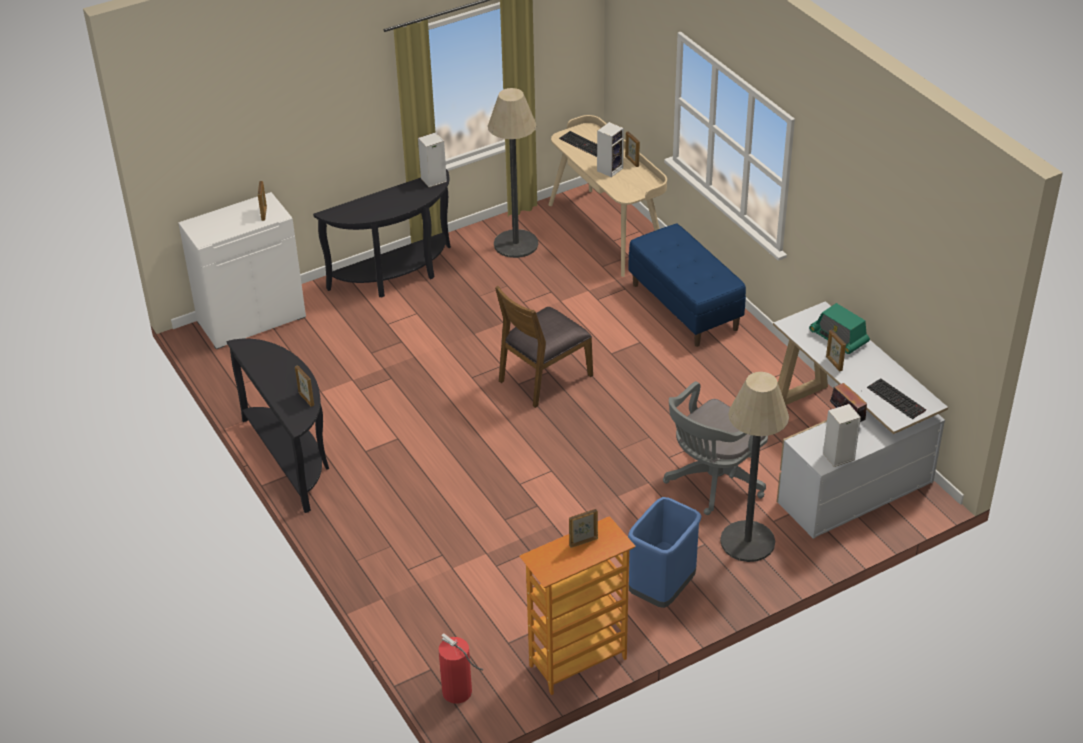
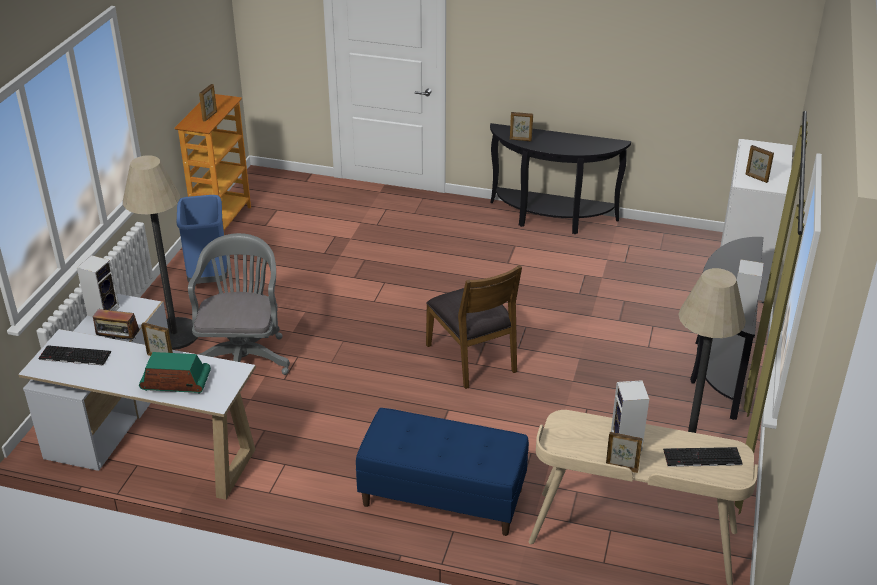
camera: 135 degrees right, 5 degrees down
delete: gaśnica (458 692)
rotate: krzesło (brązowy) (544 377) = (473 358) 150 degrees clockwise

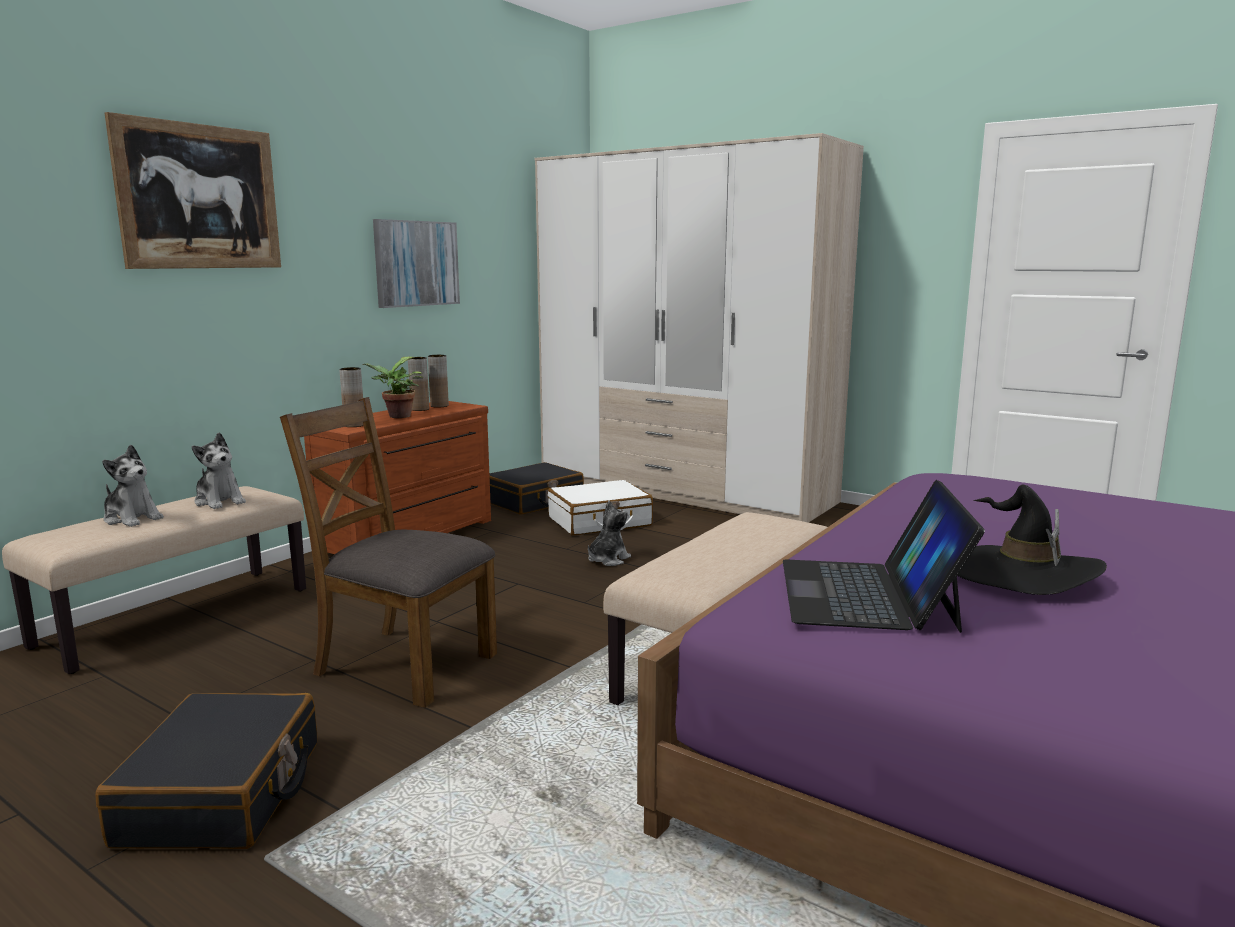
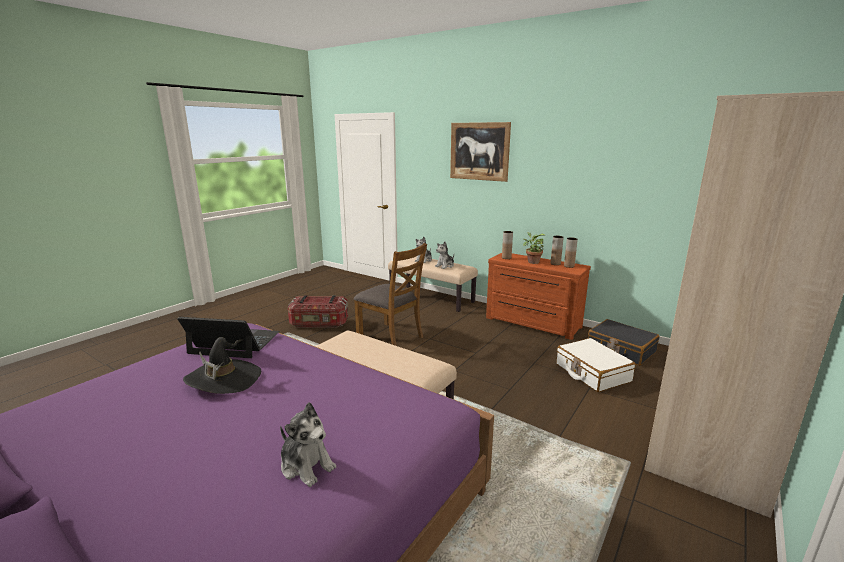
camera: 90 degrees right, 5 degrees up
delete: obraz (416 263)
move: pluszak (607 560) to (306 465)
replace: walizka (czarny) (223 793) to pojemnik do przechowywania (319 323)
rotate: krzesło (brązowy) (403 664) = (391 336) 105 degrees clockwise

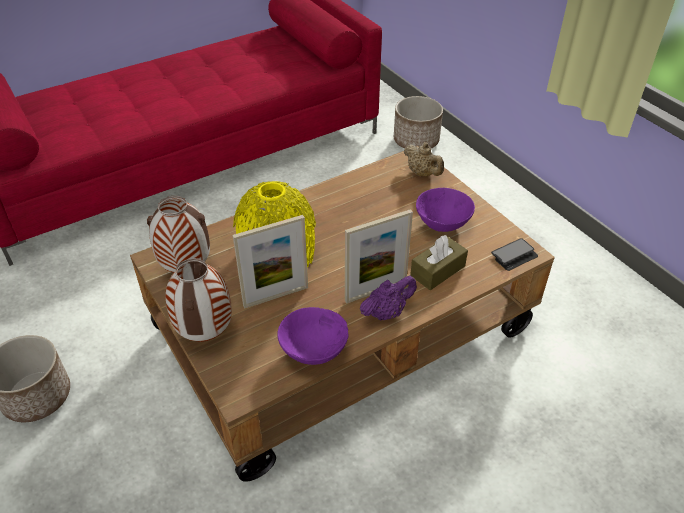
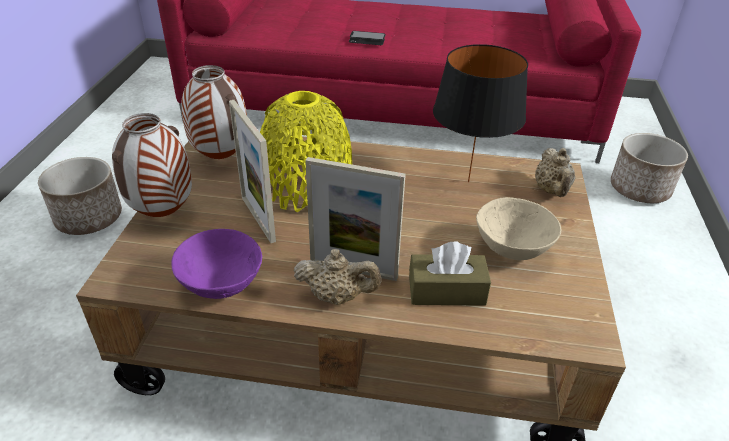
camera: 40 degrees right, 5 degrees down
insert: lampa stołowa (czarny) (469 182)
move: telefon (514 255) to (367 39)
recolor: miska (fioletowy) (442 224) to miska (beżowy) (513 249); imbryk (fioletowy) (386 312) to imbryk (beżowy) (337 296)
rotate: ramka na zdjęcie (276 296) = (258 219) 45 degrees clockwise

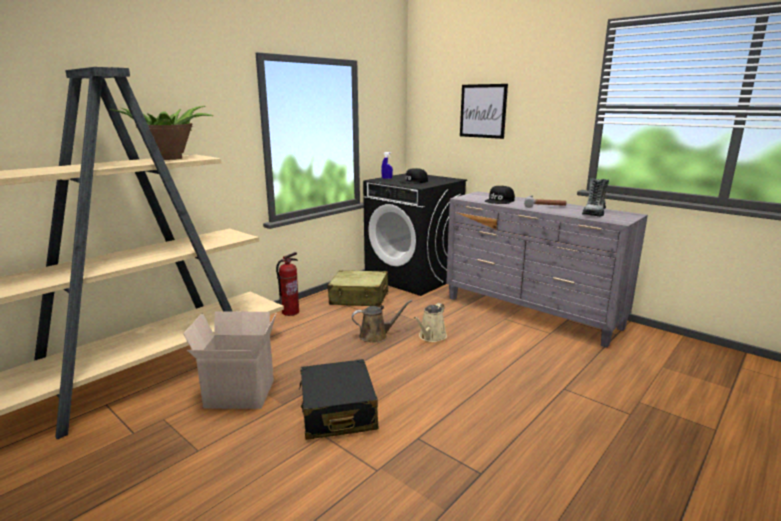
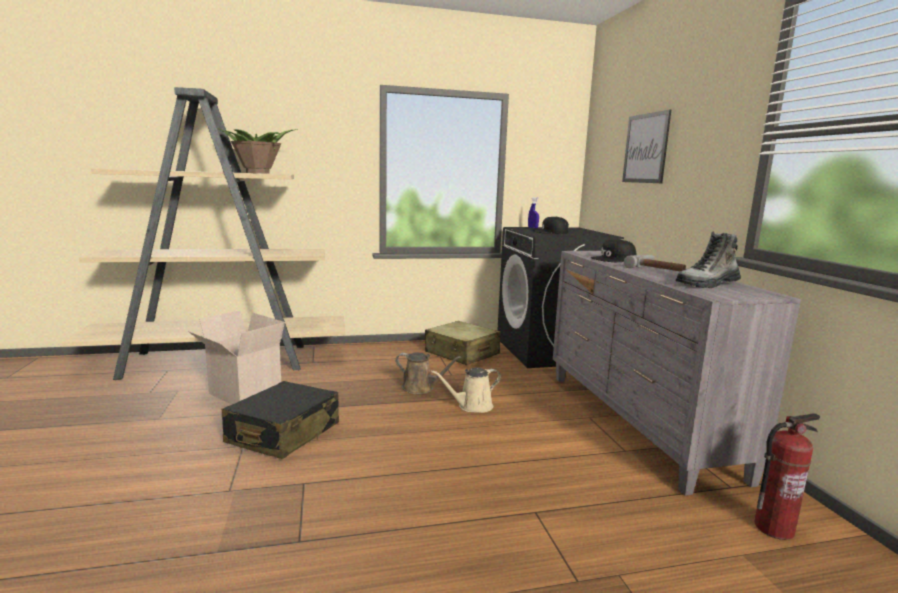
camera: 35 degrees right, 5 degrees down
move: gaśnica (290 312) to (773 528)

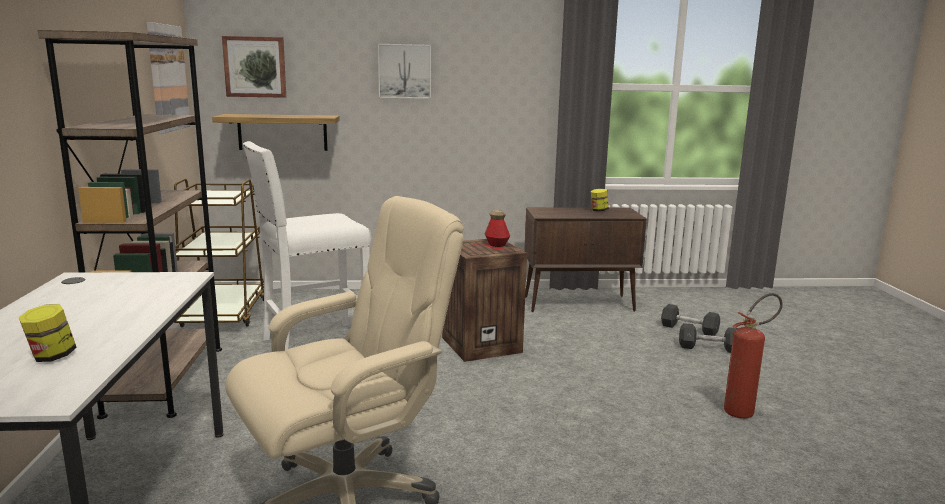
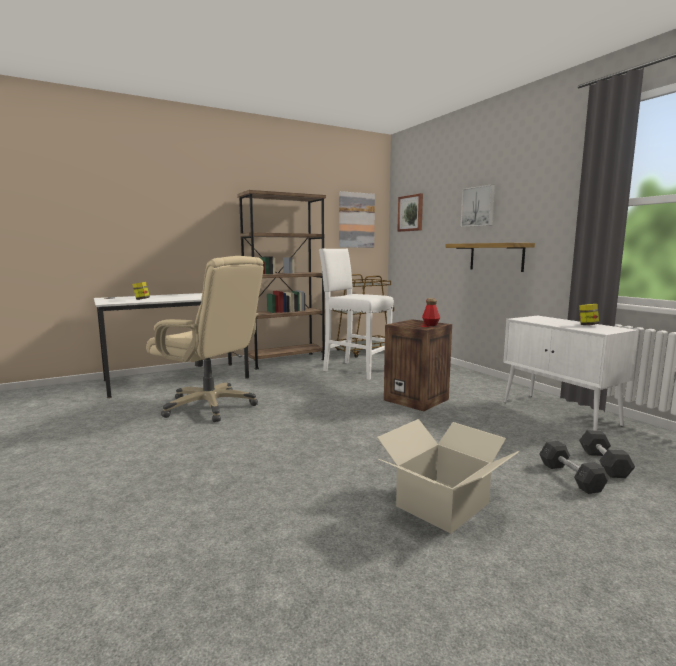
camera: 65 degrees right, 5 degrees down
move: półka (282 132) to (496 257)
replace: gaśnica (744 411) to karton (441 504)
recolor: szafka (brązowy) (579 304) to szafka (biały) (560 414)

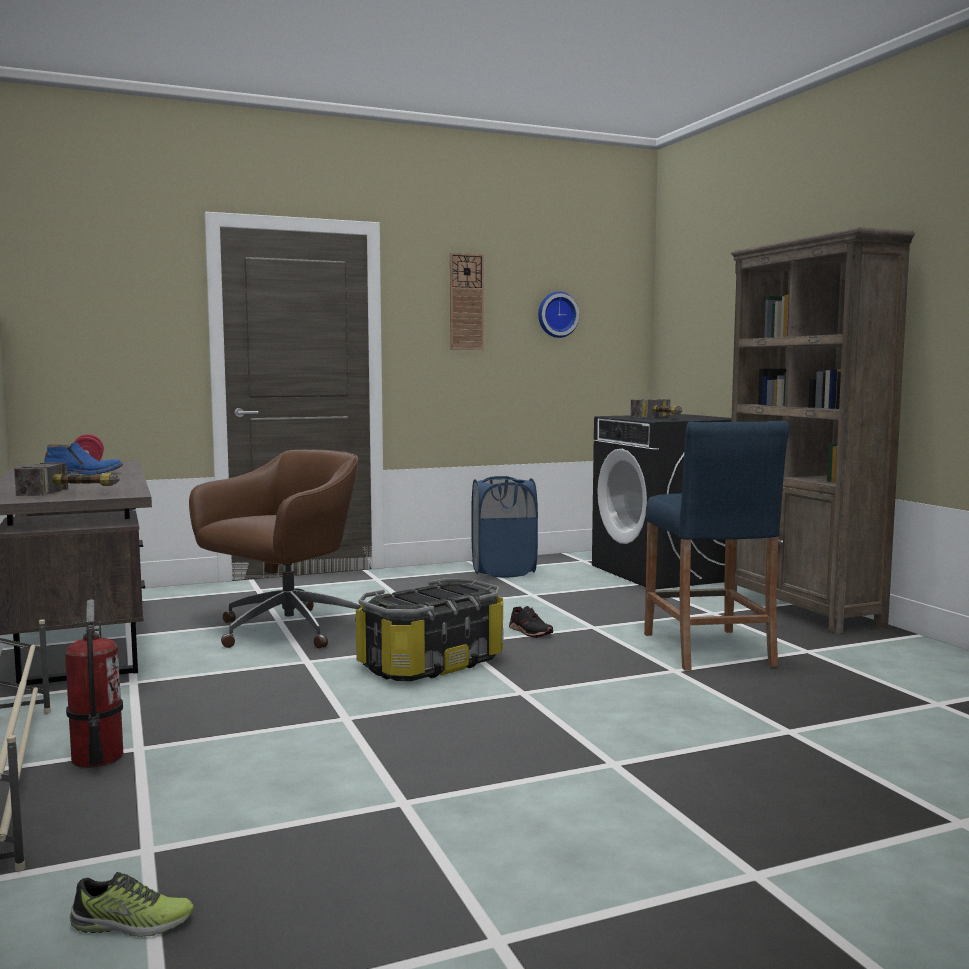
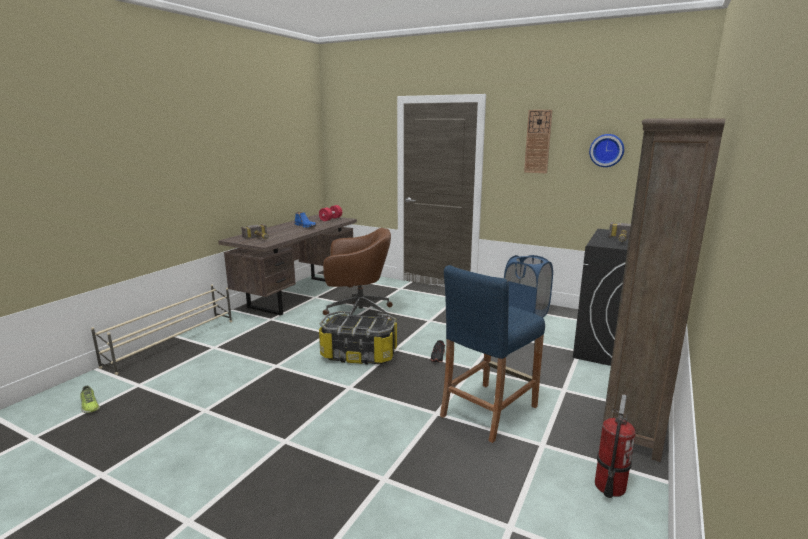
camera: 50 degrees right, 10 degrees up
move: gaśnica (96 758) to (609 486)

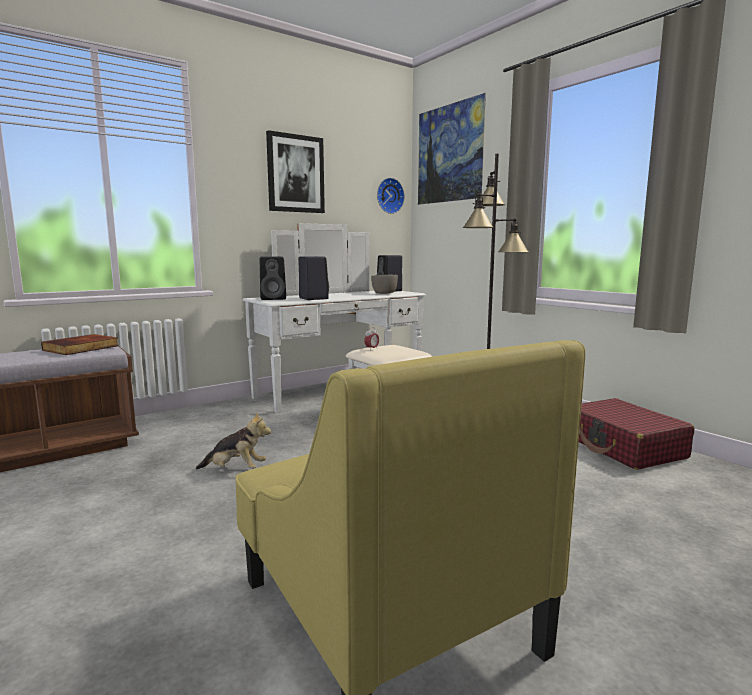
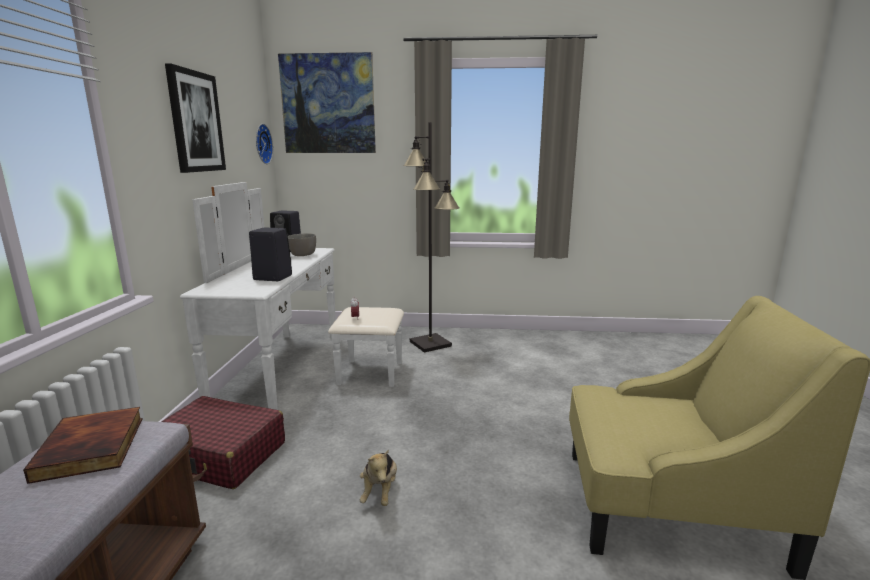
camera: 50 degrees left, 5 degrees up
delete: głośnik (czarny) (274 298)
move: walizka (czerwony) (623 447) to (219 455)
rotate: pluszak (235 470) = (380 491) 135 degrees clockwise

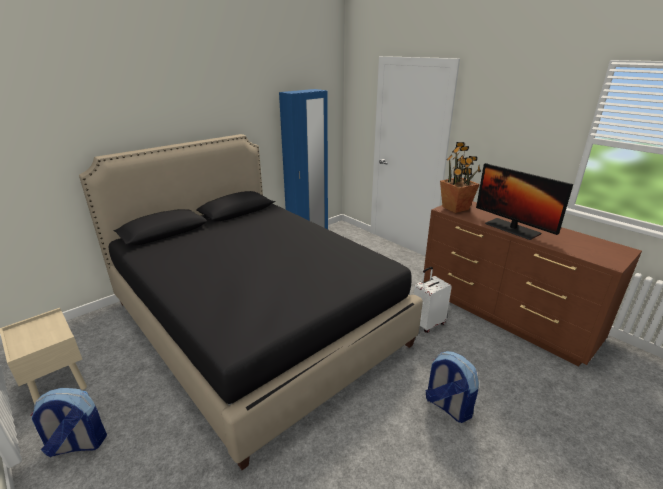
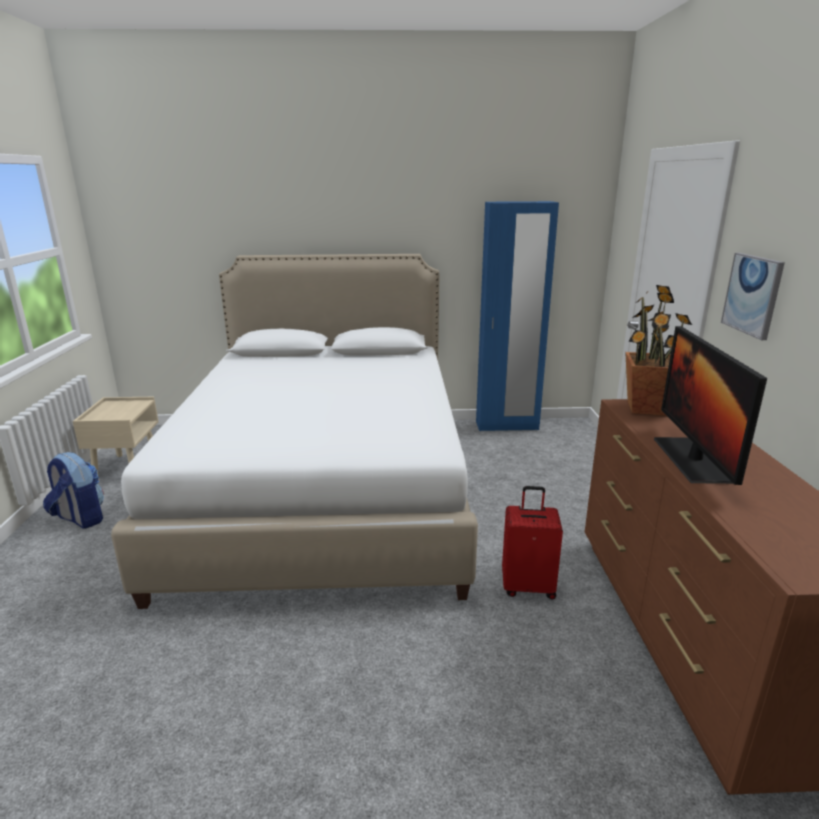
camera: 40 degrees right, 5 degrees down
delete: plecak (447 406)
insert: obraz (752 294)
recolor: łóżko (czarny) (255 322) to łóżko (biały) (325 489); walizka (biały) (427 323) to walizka (czerwony) (528 586)

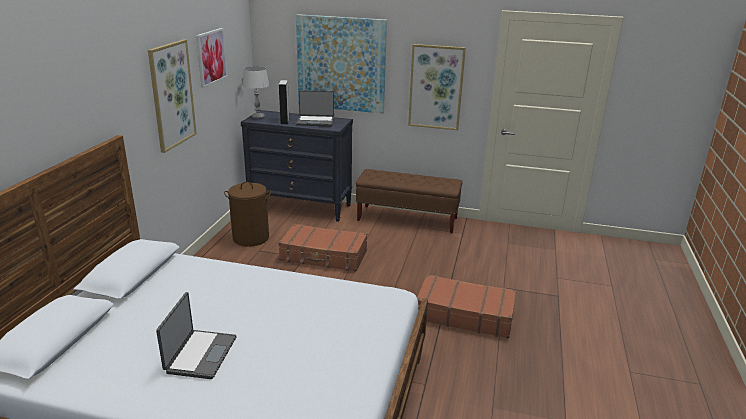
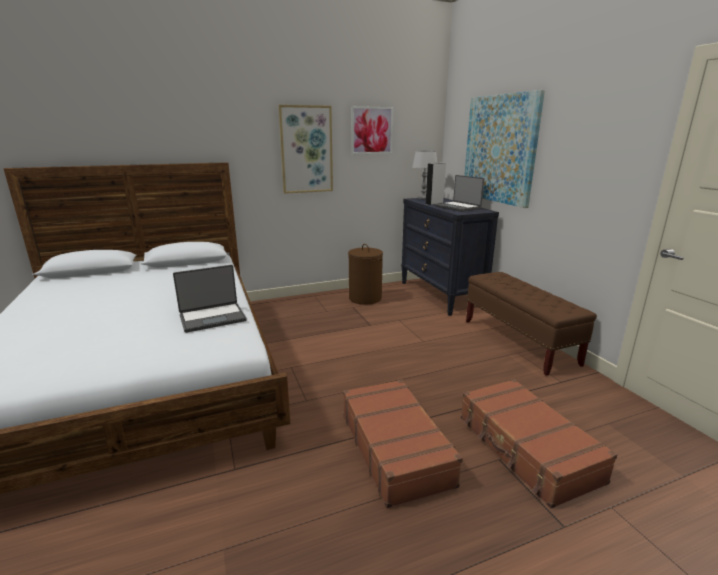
camera: 55 degrees right, 5 degrees down
delete: obraz (436 87)
move: walizka (brązowy) (324 256) to (526 449); laptop (200 354) to (212 318)

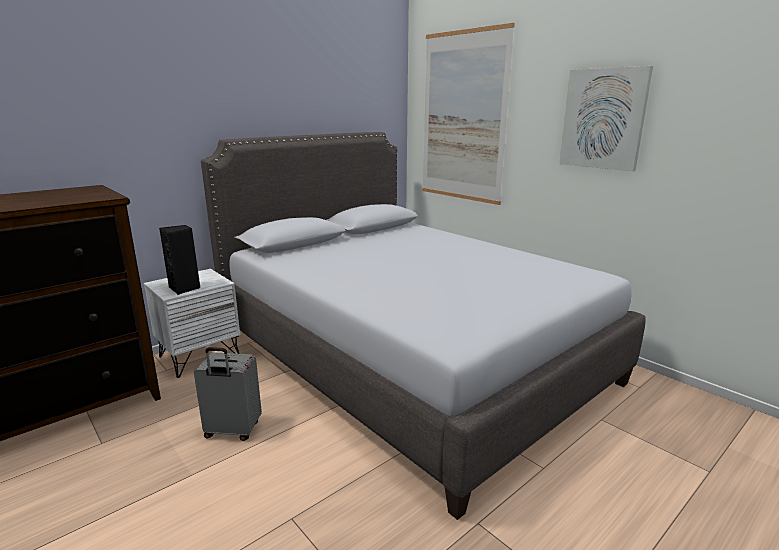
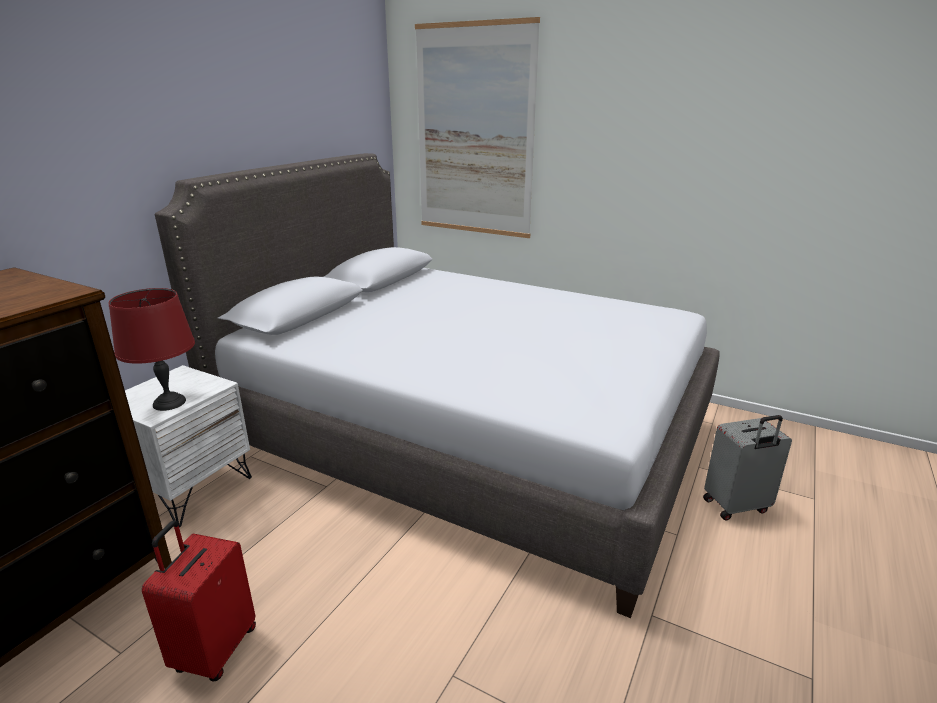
camera: 20 degrees left, 5 degrees up
delete: obraz (603 119)
insert: walizka (czerwony) (214 650)
move: walizka (szary) (232 431) to (736 507)
replace: głośnik (czarny) (185 288) to lampa stołowa (czerwony) (170 403)

